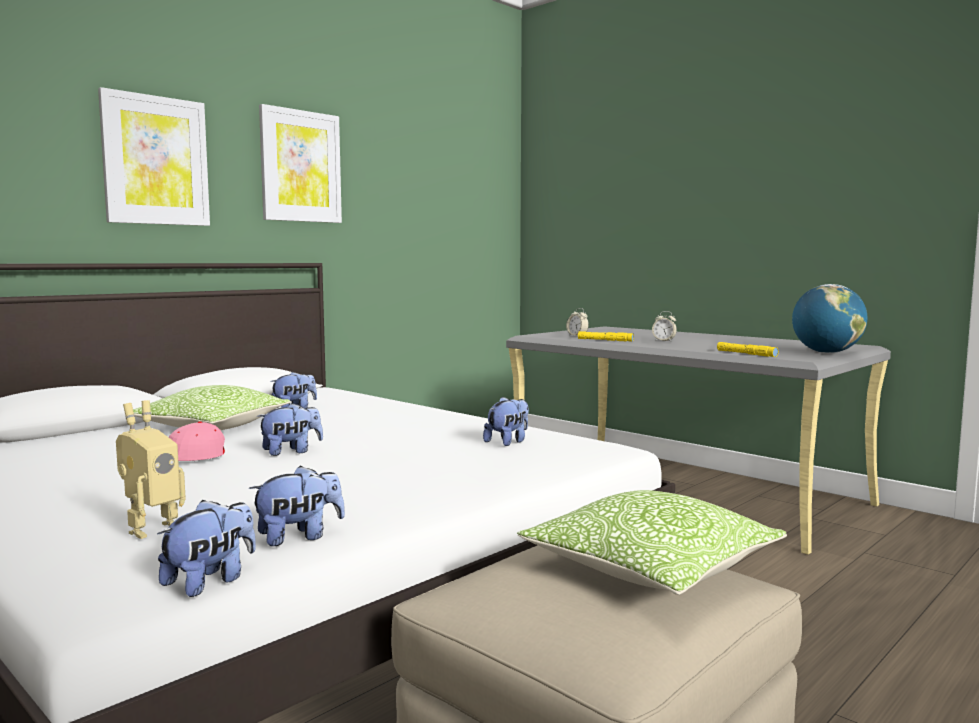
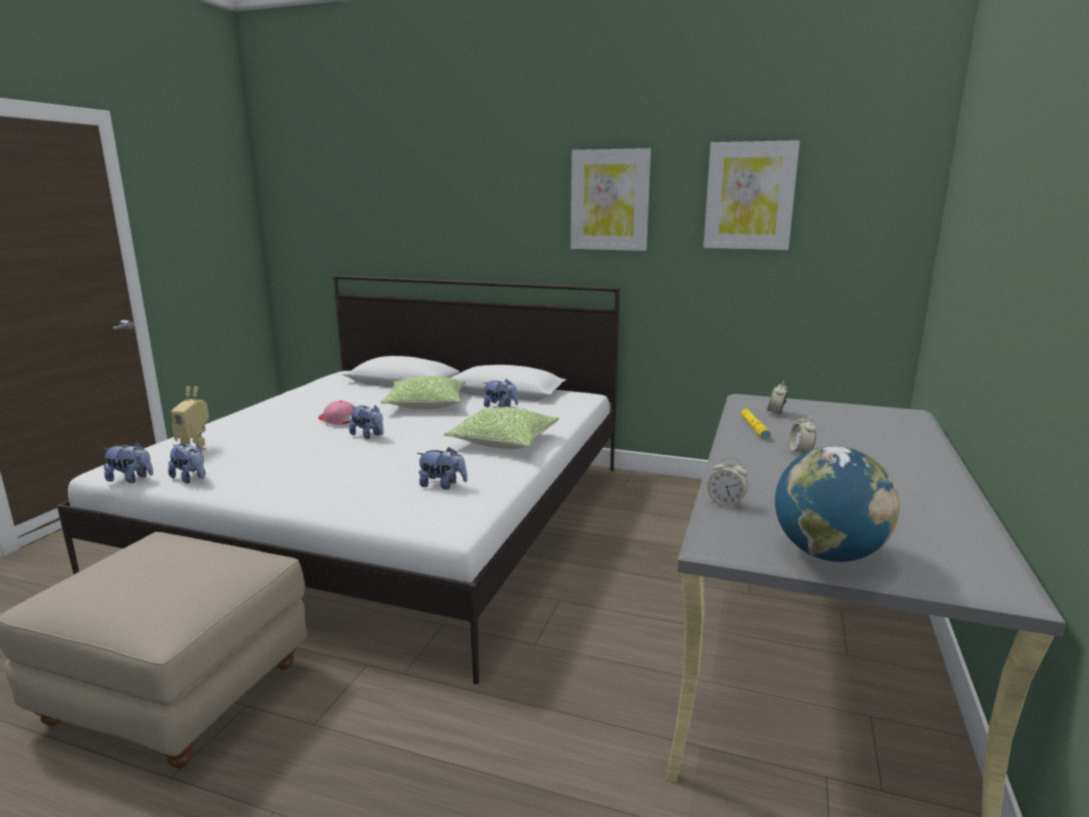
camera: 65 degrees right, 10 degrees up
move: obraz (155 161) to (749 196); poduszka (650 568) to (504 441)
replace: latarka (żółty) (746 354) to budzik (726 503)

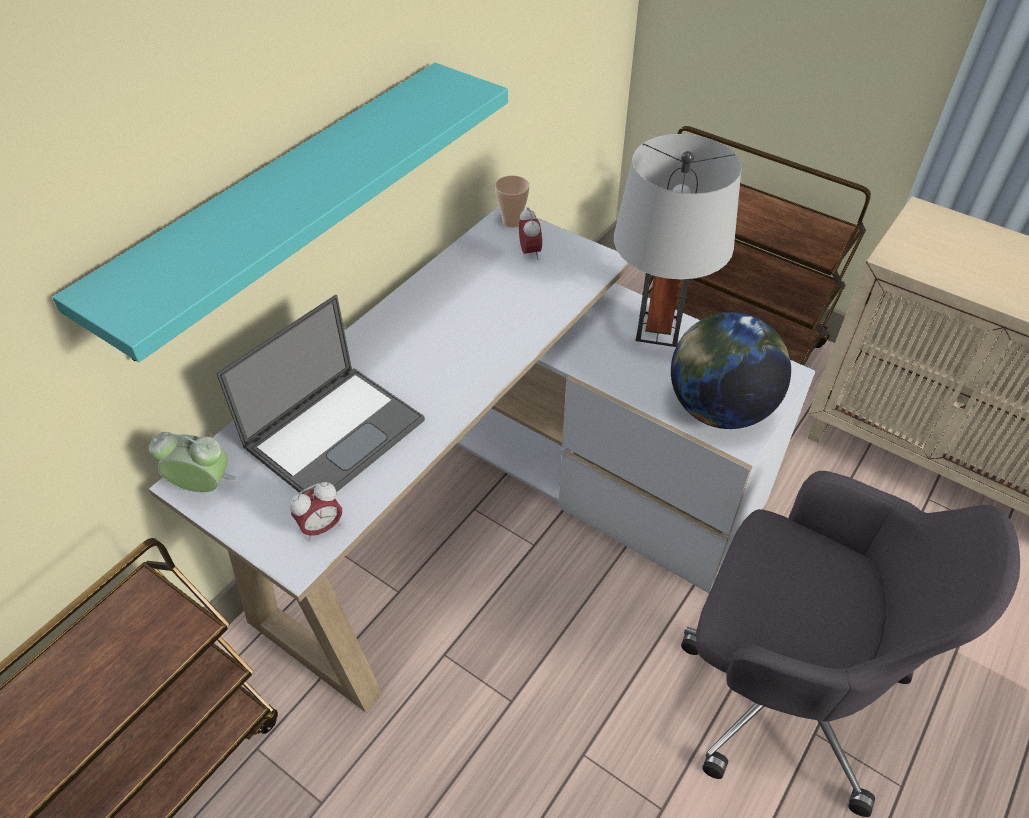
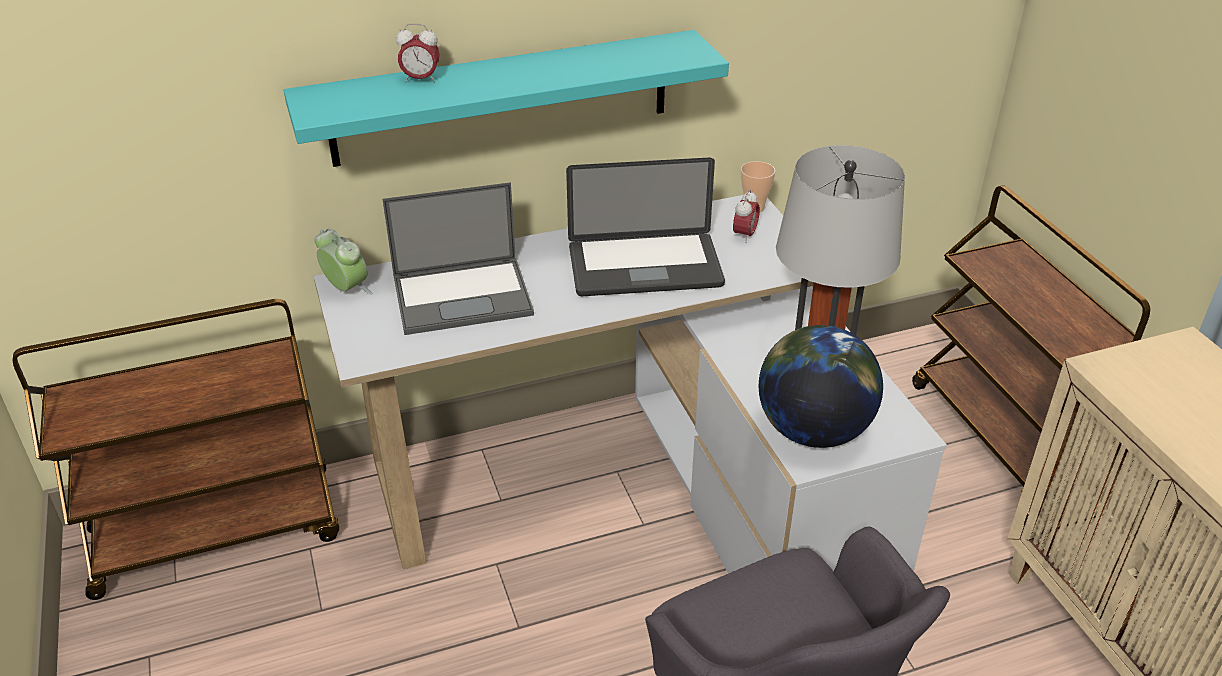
camera: 35 degrees right, 10 degrees down
insert: laptop (645 267)
move: budzik (321 527) to (421 79)

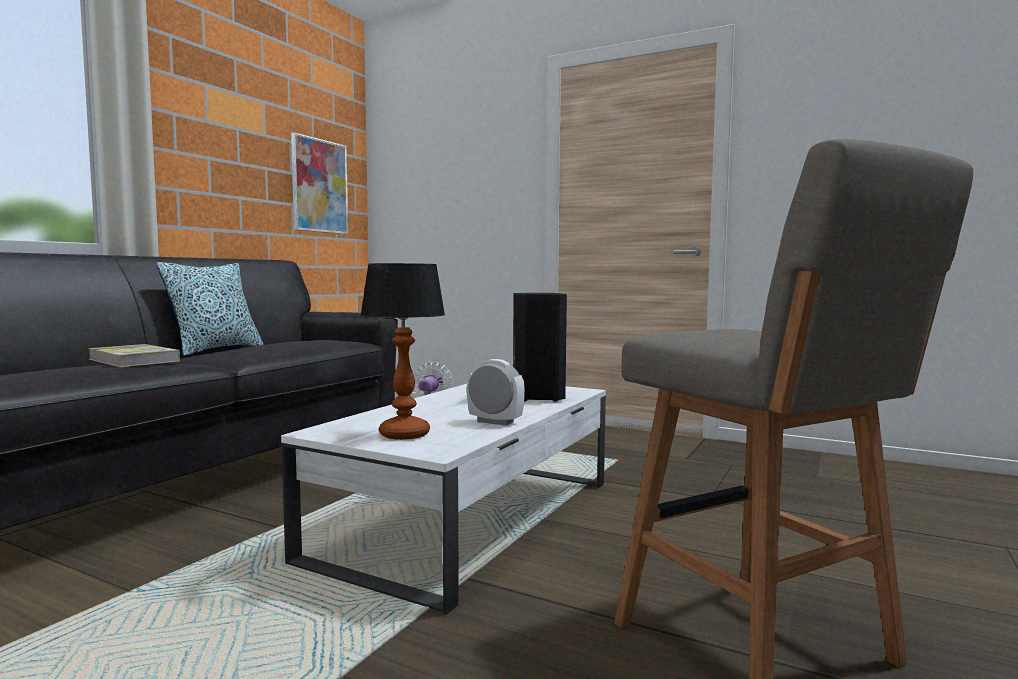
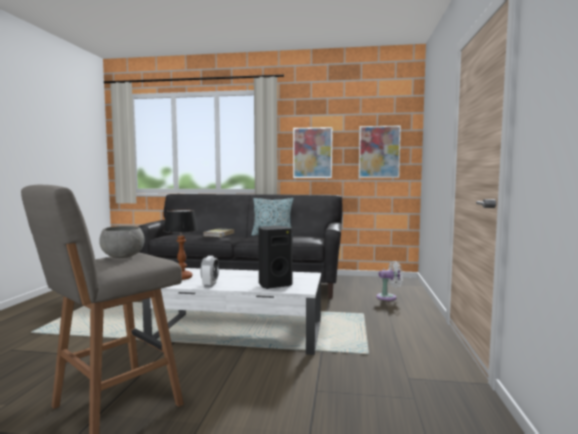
camera: 70 degrees right, 0 degrees up
insert: obraz (312 153); miska (szary) (123 257)

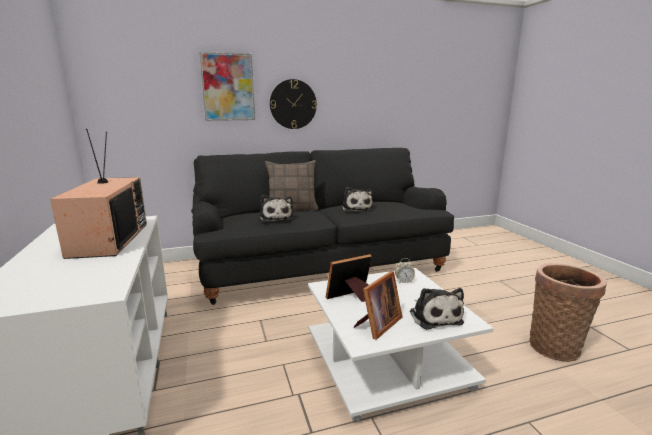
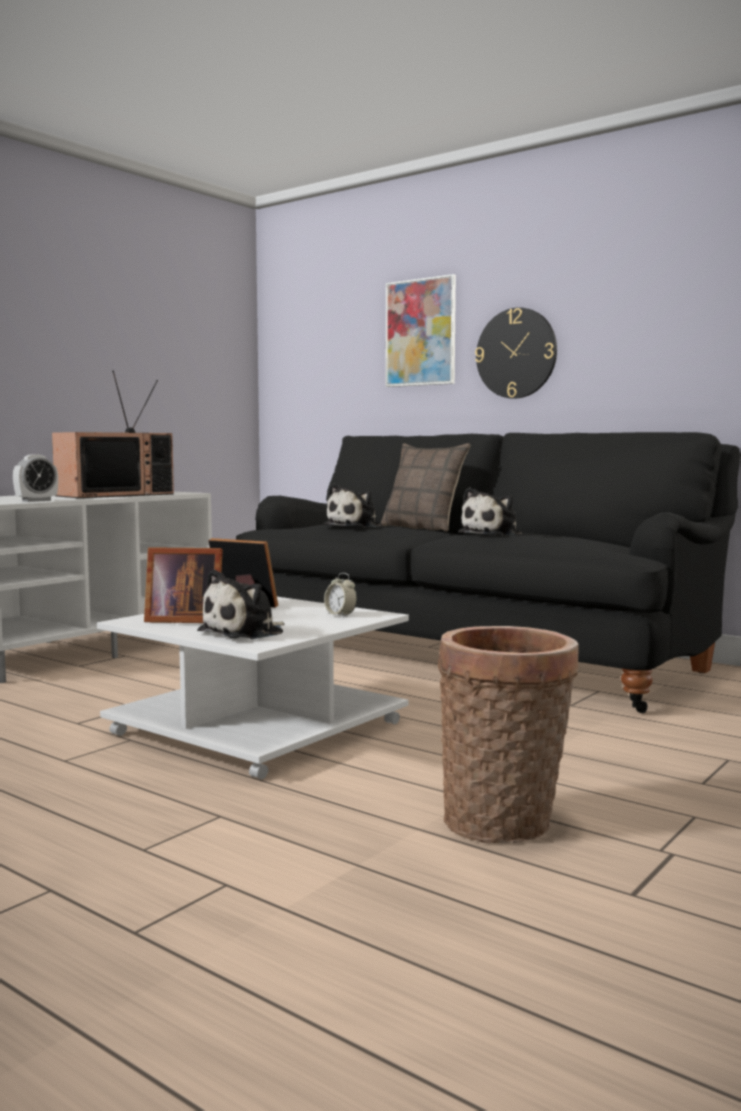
camera: 55 degrees right, 10 degrees down
insert: budzik (36 501)

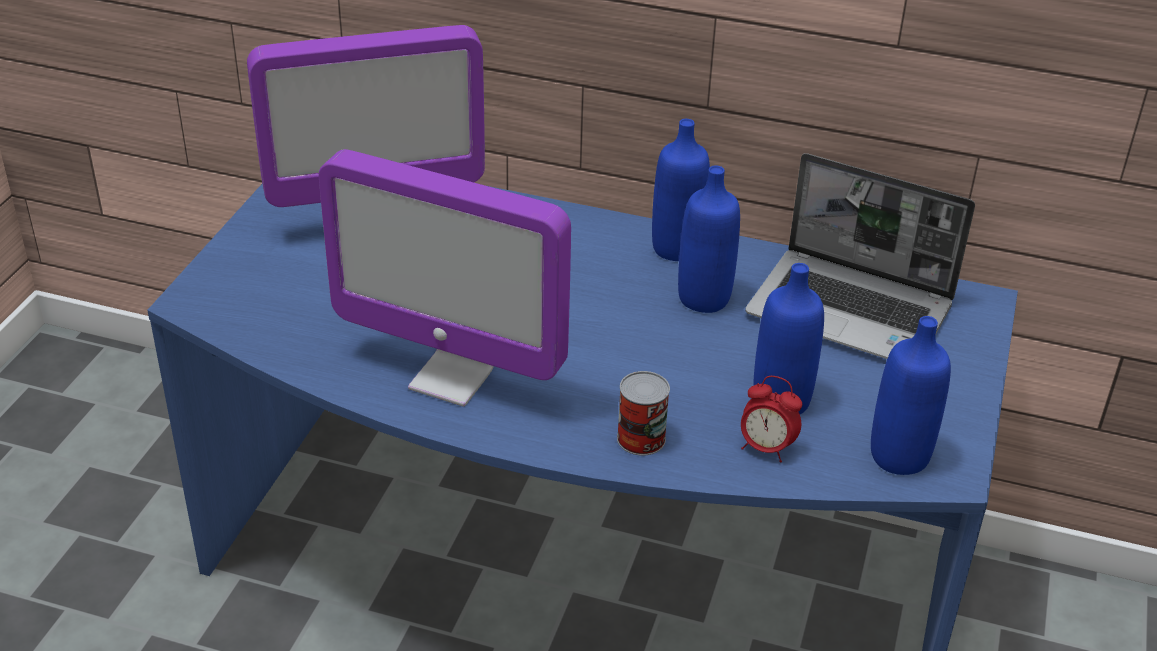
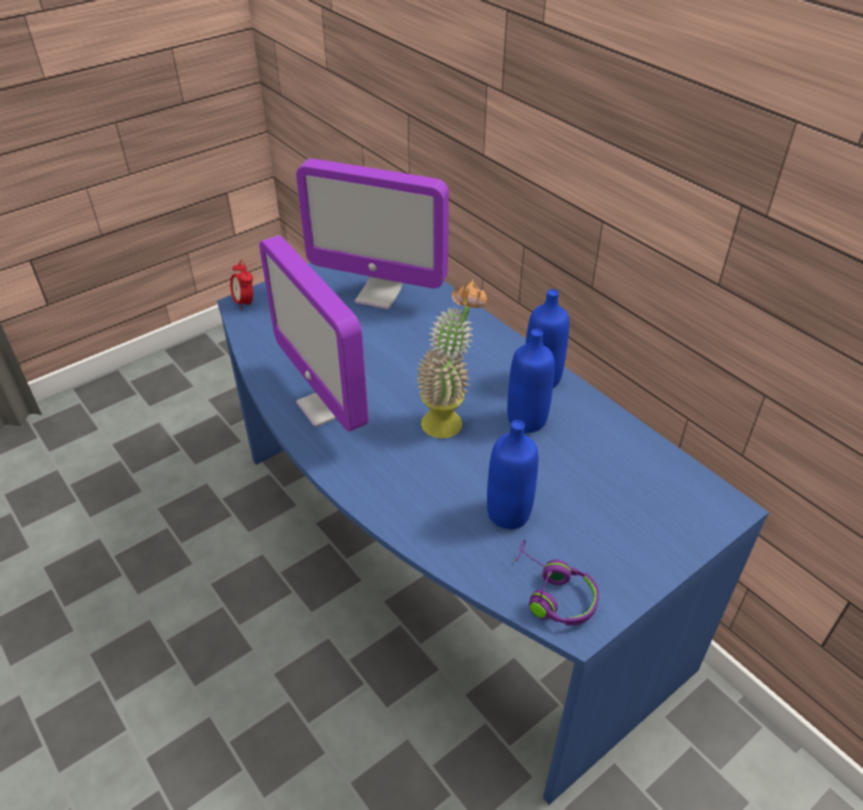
camera: 35 degrees right, 5 degrees up
delete: laptop (852 310); puszka (641 438)
insert: roślina doniczkowa (448 417)
move: budzik (766 448) to (245 303)
replace: butelka (niebieski) (899 456) to słuchawki (fioletowy) (552 593)

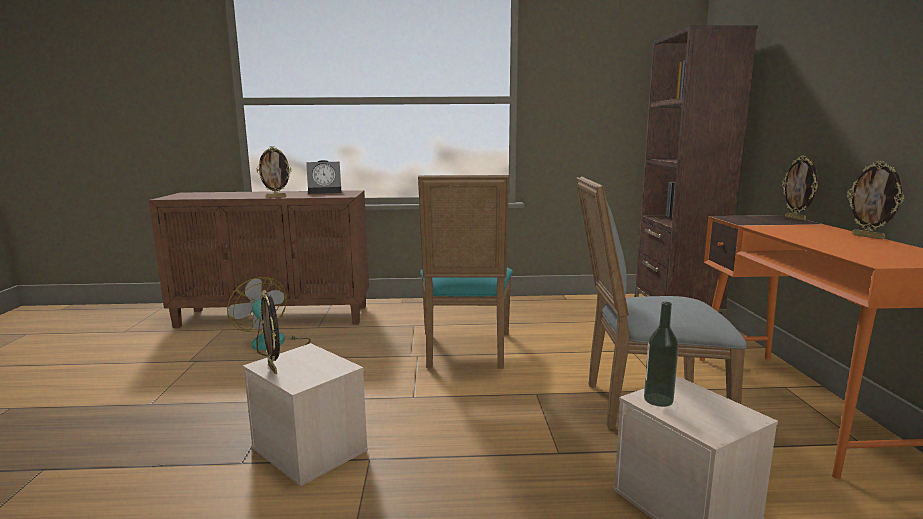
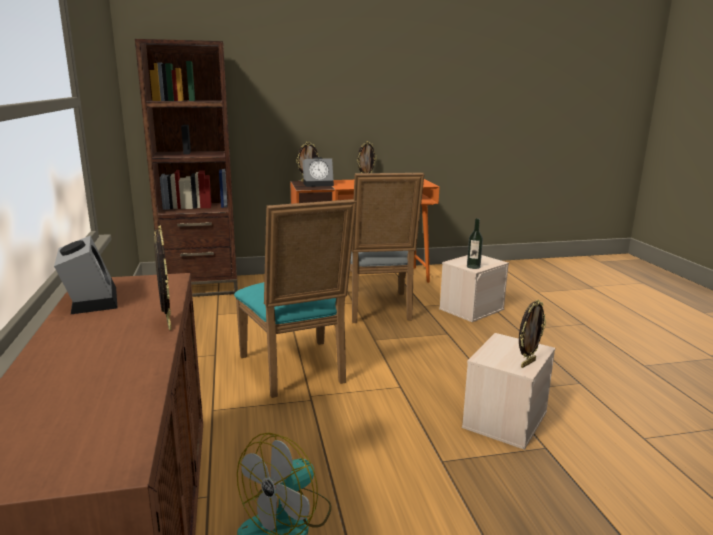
camera: 100 degrees left, 5 degrees up
insert: budzik (319 184)
rotate: krzesło (turkusowy) (465 351) = (297 371) 75 degrees clockwise

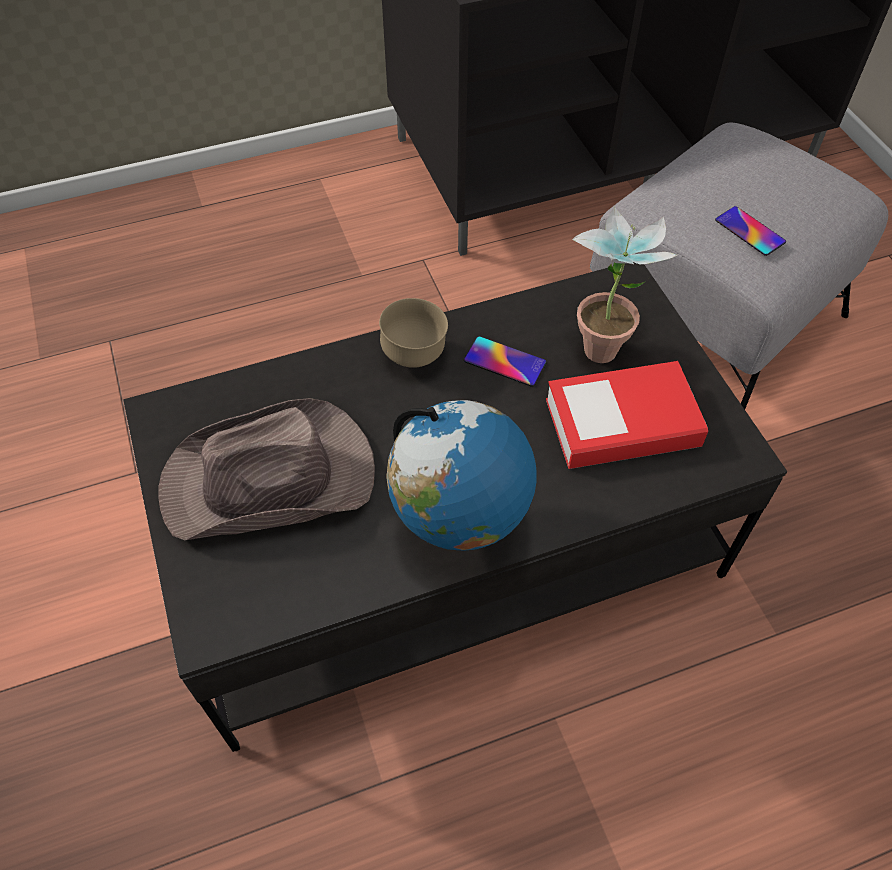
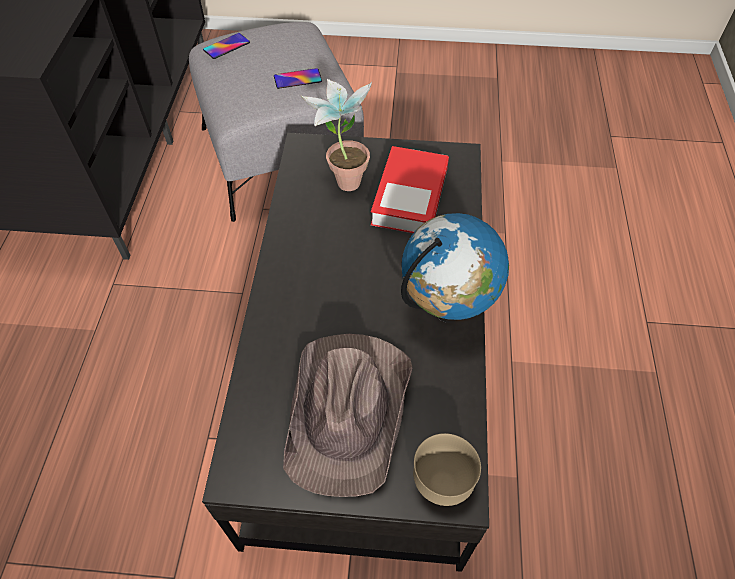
camera: 65 degrees left, 0 degrees up
move: miska (brązowy) (414 356) to (442 480); telefon (505 362) to (226 46)

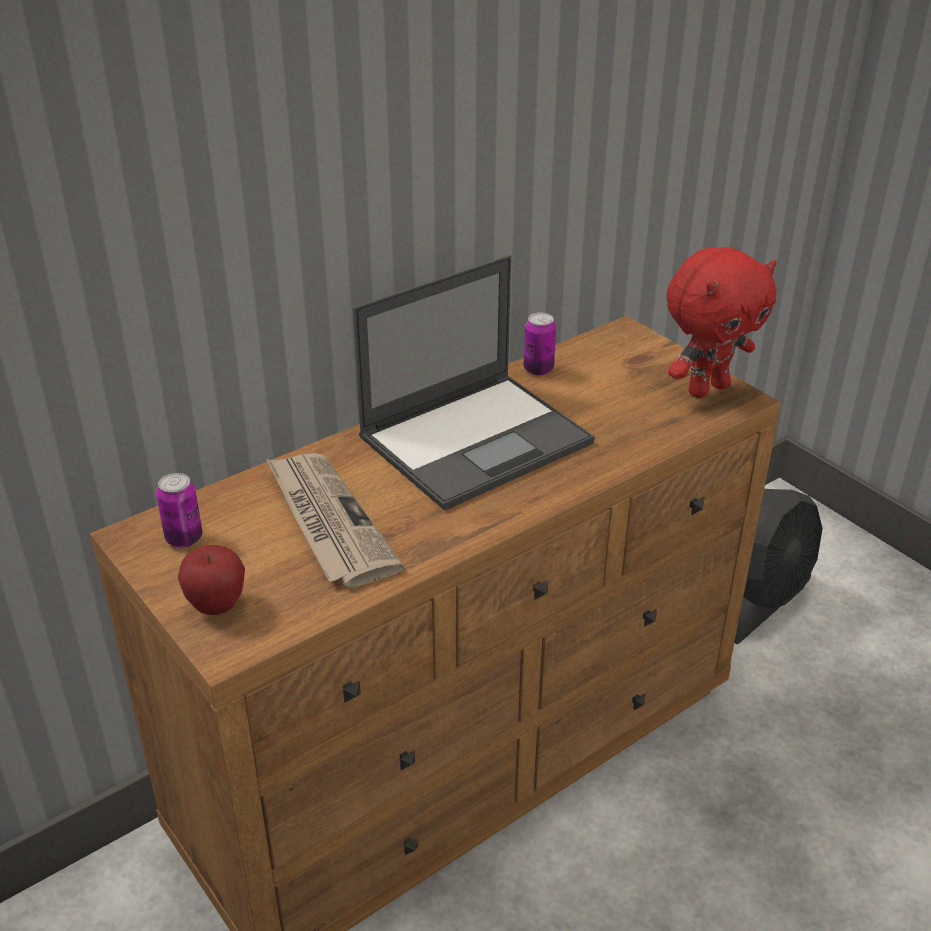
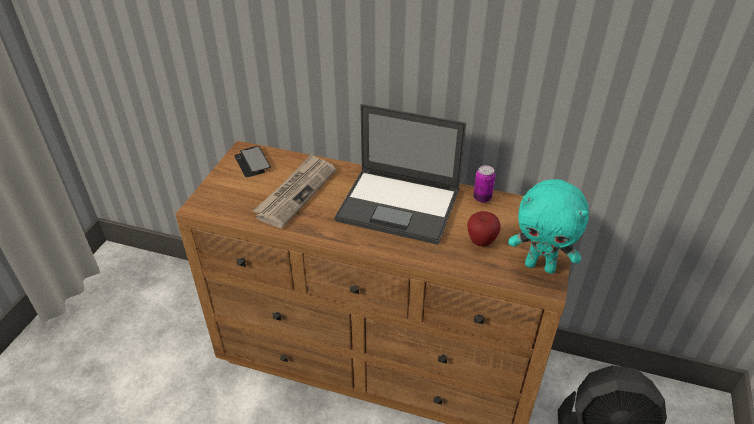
camera: 55 degrees right, 5 degrees up
move: jabłko (217 606) to (481 241)
replace: puszka (184 538) to telefon (252 162)
recolor: pluszak (czerwony) (707 388) to pluszak (turkusowy) (540 266)

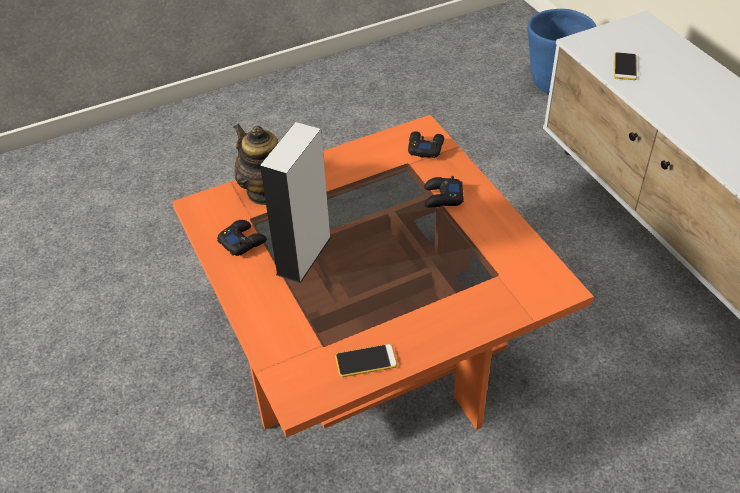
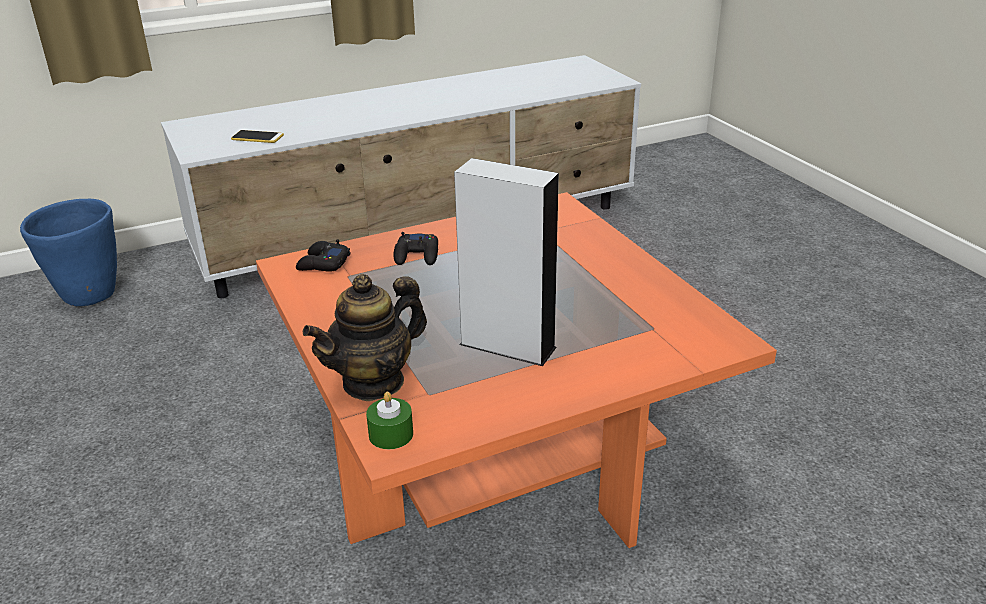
camera: 90 degrees left, 15 degrees down
delete: pad do gier (czarny) (242 241); telefon (366 361)
insert: świeca (zielony) (391 434)

